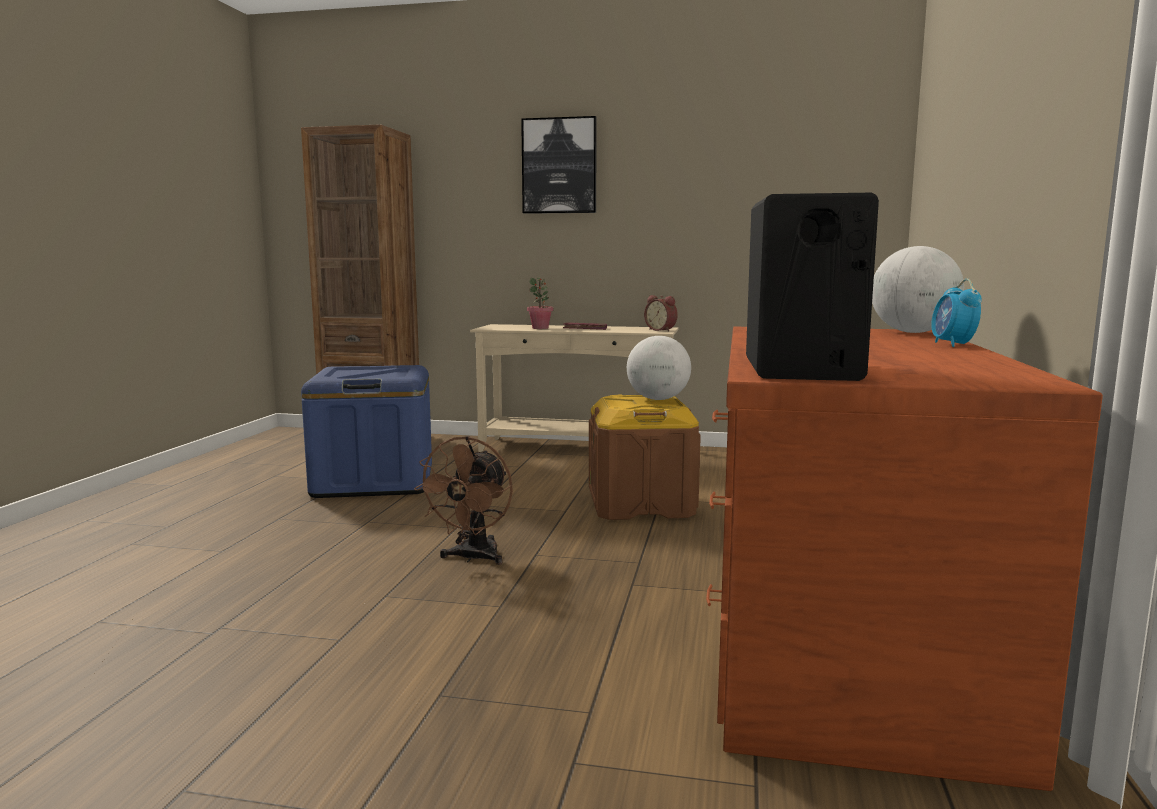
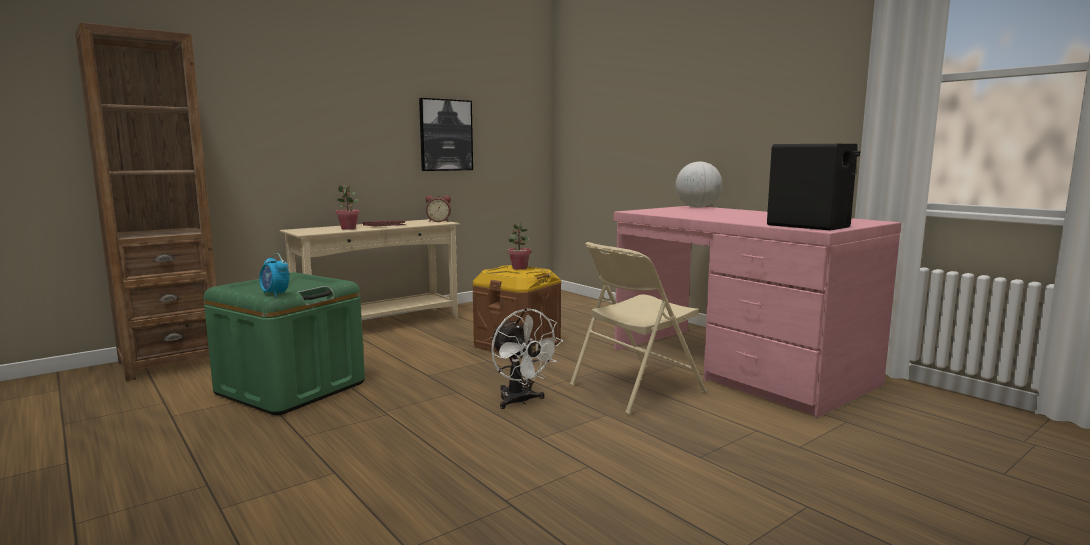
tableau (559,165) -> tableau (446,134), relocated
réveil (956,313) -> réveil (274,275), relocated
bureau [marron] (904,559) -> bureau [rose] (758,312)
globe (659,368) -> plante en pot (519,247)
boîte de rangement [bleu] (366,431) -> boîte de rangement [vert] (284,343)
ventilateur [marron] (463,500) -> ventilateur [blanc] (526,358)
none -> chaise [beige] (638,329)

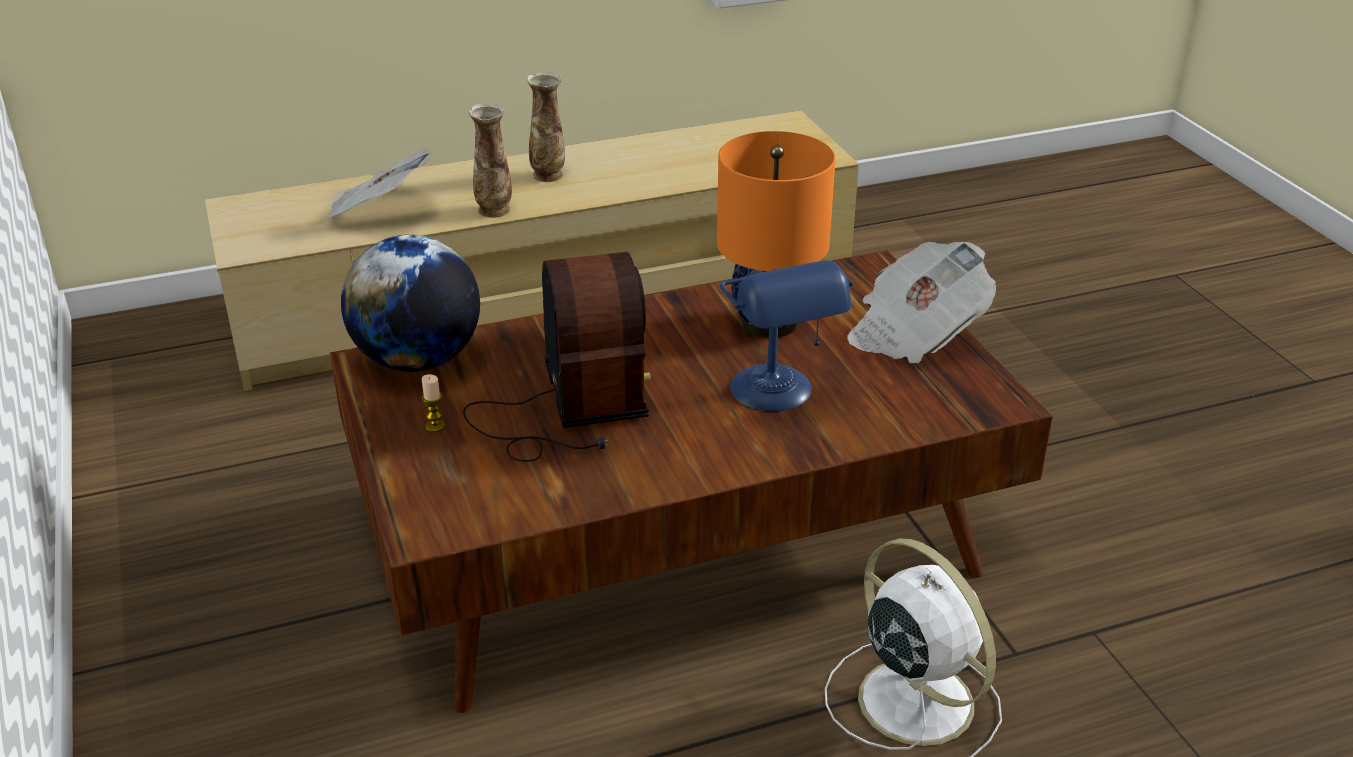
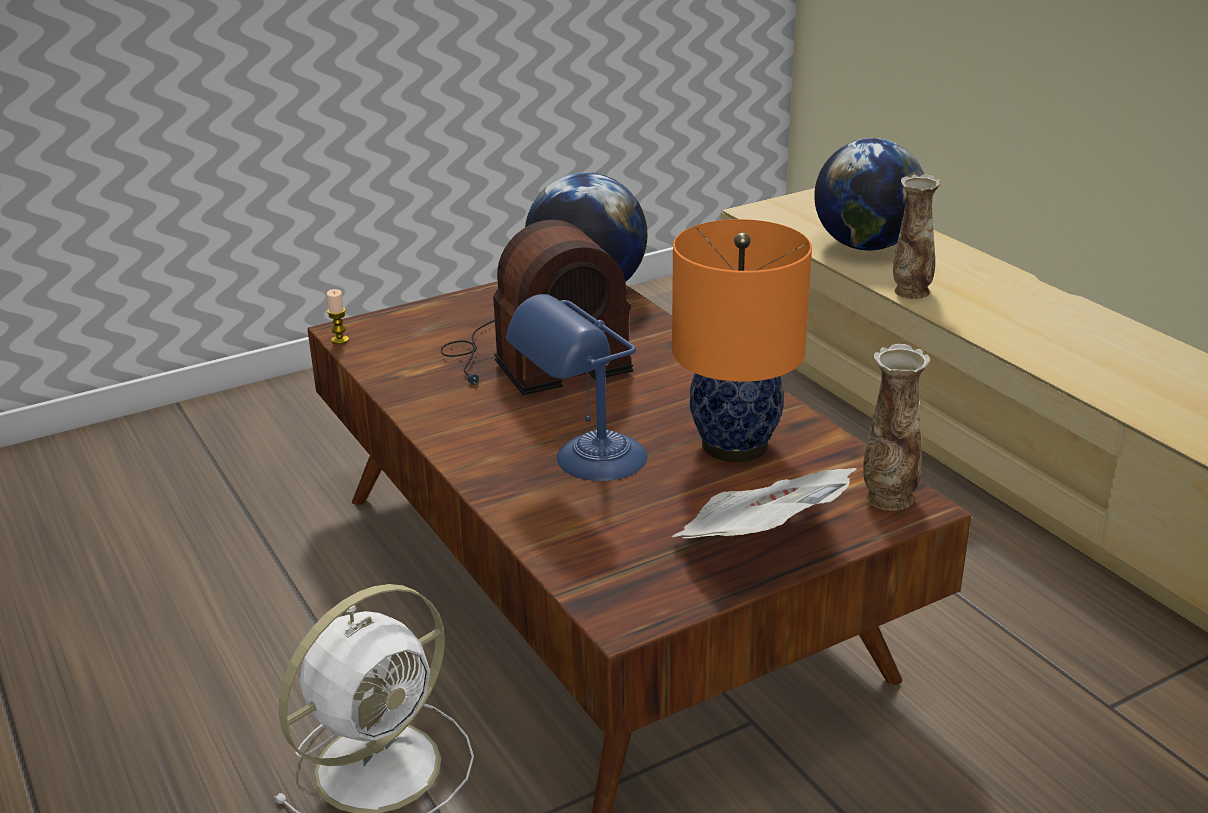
vase (546,127) -> vase (896,427), relocated
journal (378,184) -> globe (869,194)
bougie (433,403) -> bougie (338,316), relocated

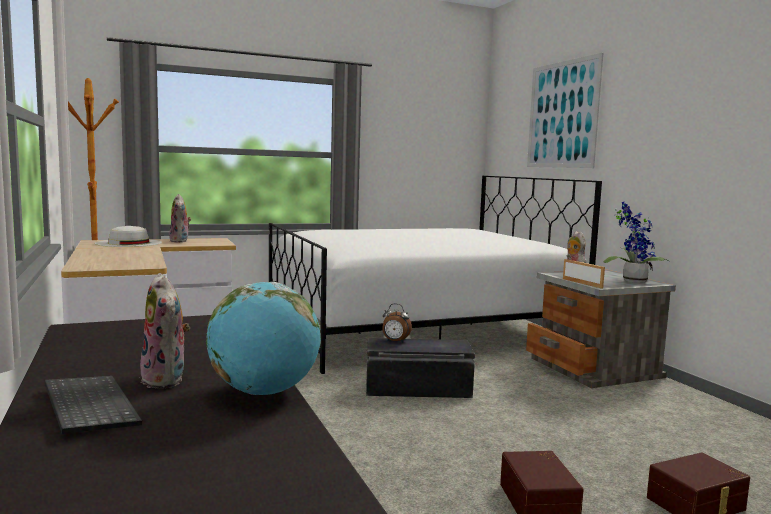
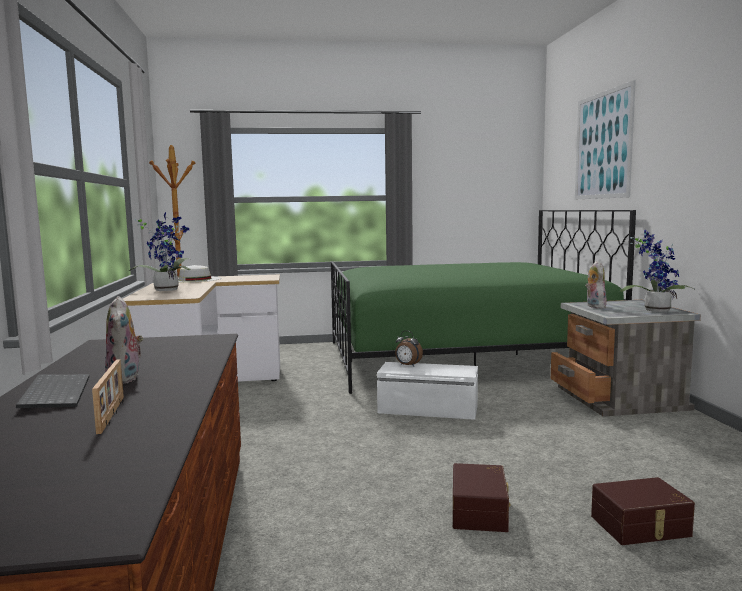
lit [blanc] (435,275) -> lit [vert] (483,302)
peluche (180,218) -> none
cadre photo (584,274) -> cadre photo (108,396), relocated
globe (263,338) -> none
boîte de rangement [noir] (420,368) -> boîte de rangement [blanc] (427,391)
none -> plante en pot (160,251)

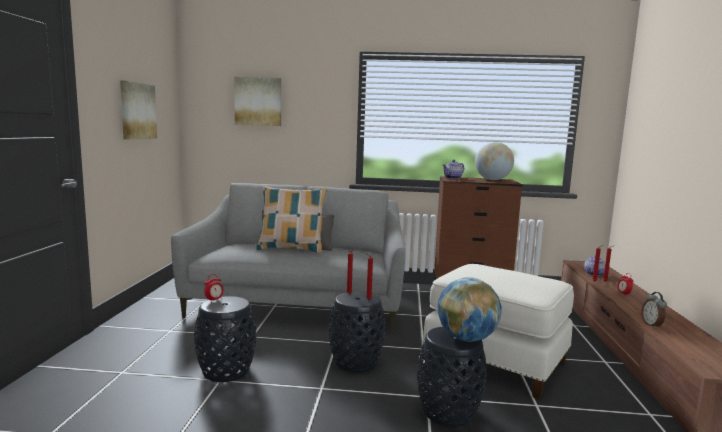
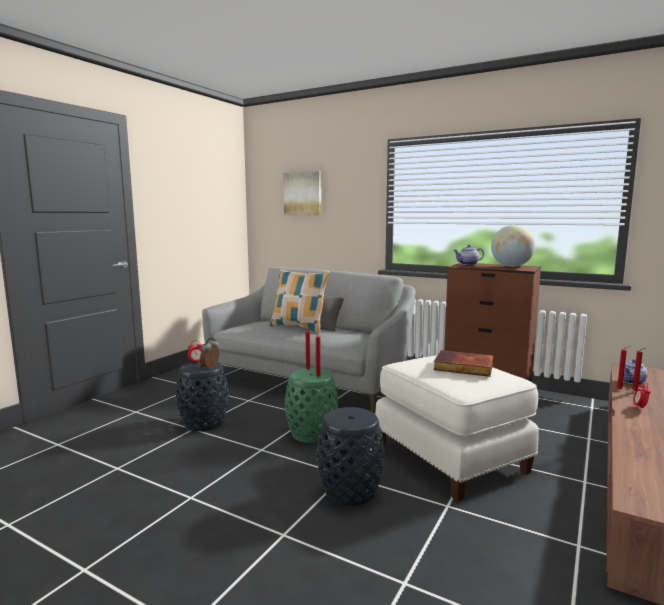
tableau (138,110) -> none
globe (469,309) -> none
tabouret [noir] (357,331) -> tabouret [vert] (311,405)
réveil (654,310) -> réveil (209,353), relocated
none -> livre (463,363)

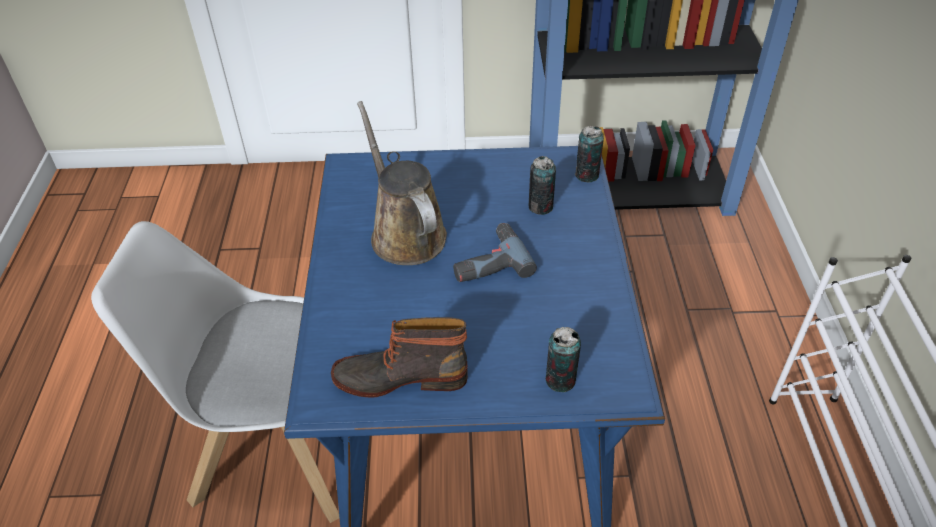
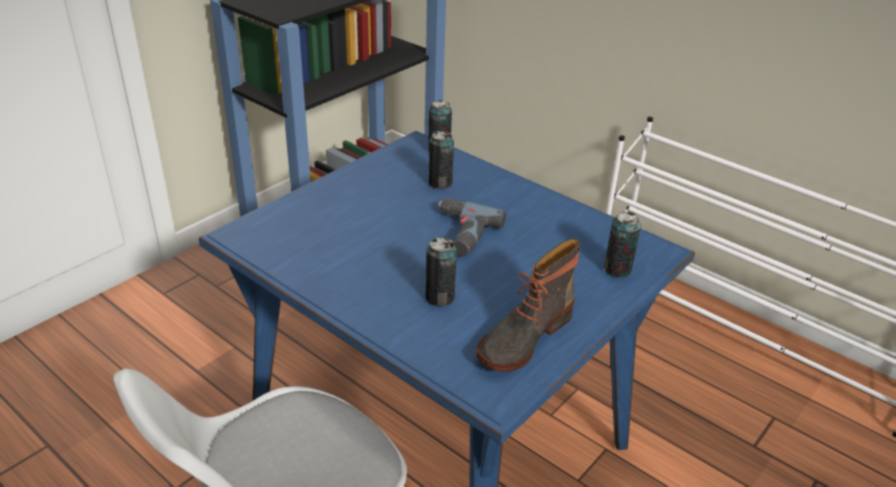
arrosoir [marron] (402,183) -> none
none -> boîte métallique (441,271)

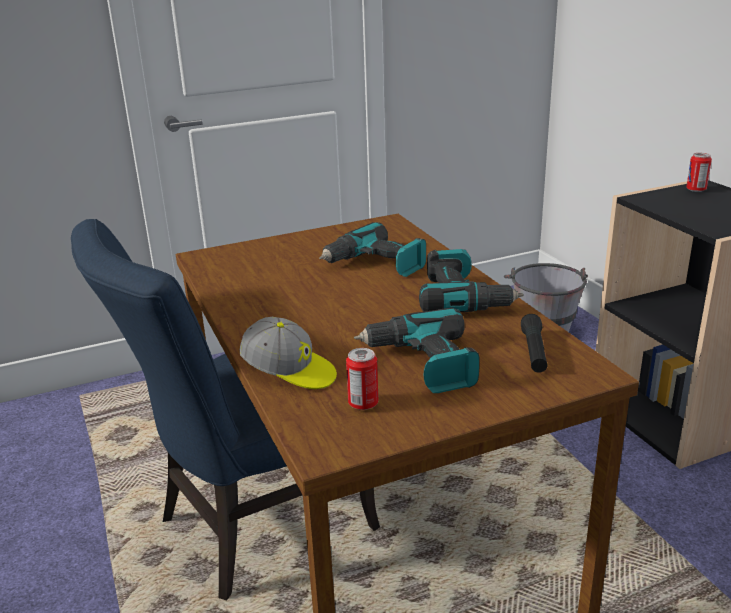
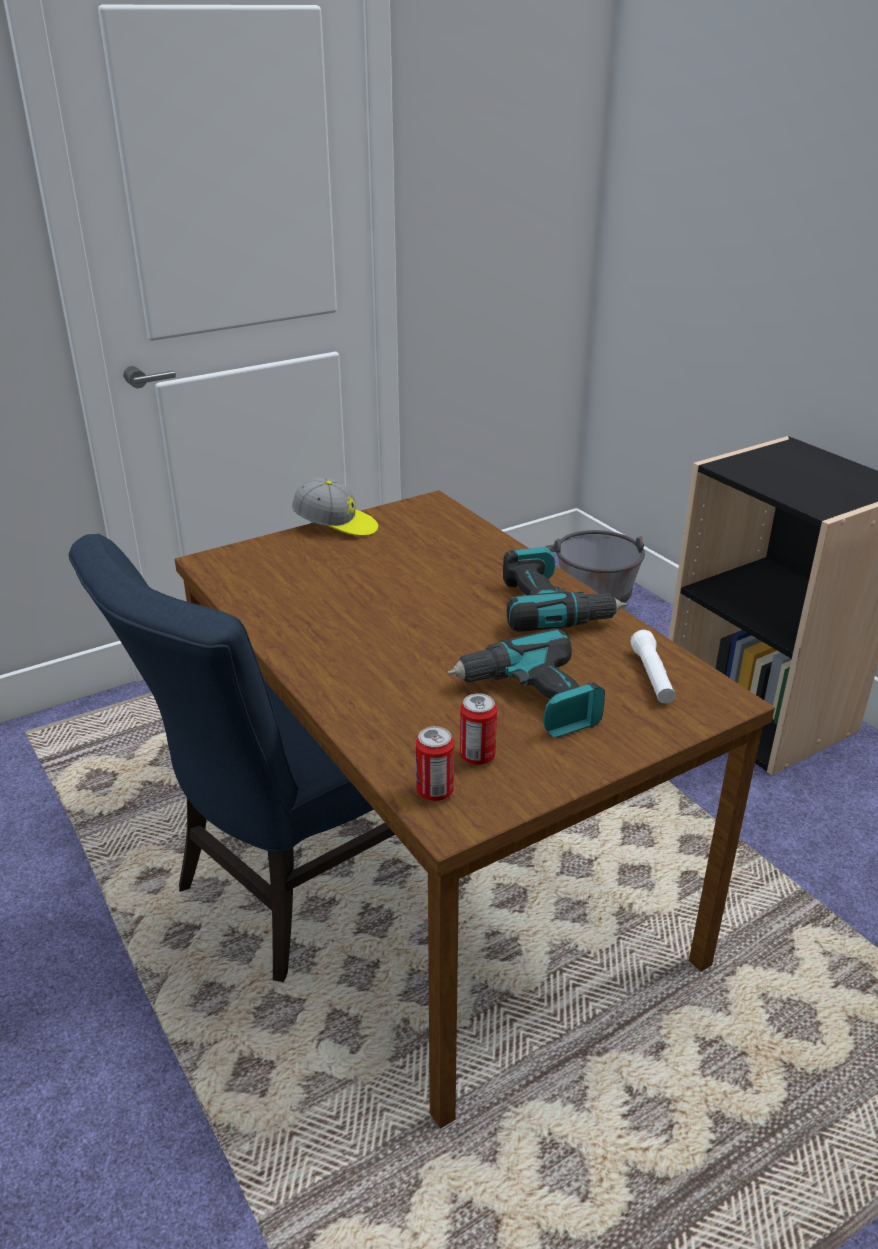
boîte métallique (699,172) -> boîte métallique (435,763), relocated
perceuse (372,249) -> none
lampe de poche [noir] (534,343) -> lampe de poche [blanc] (653,667)
casquette (288,353) -> casquette (335,506), relocated

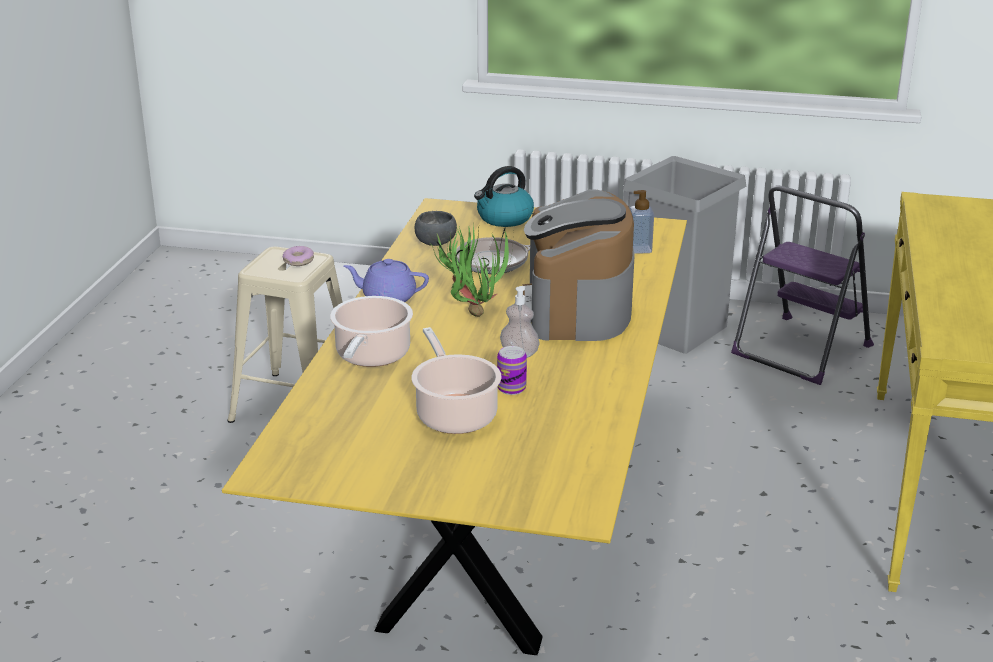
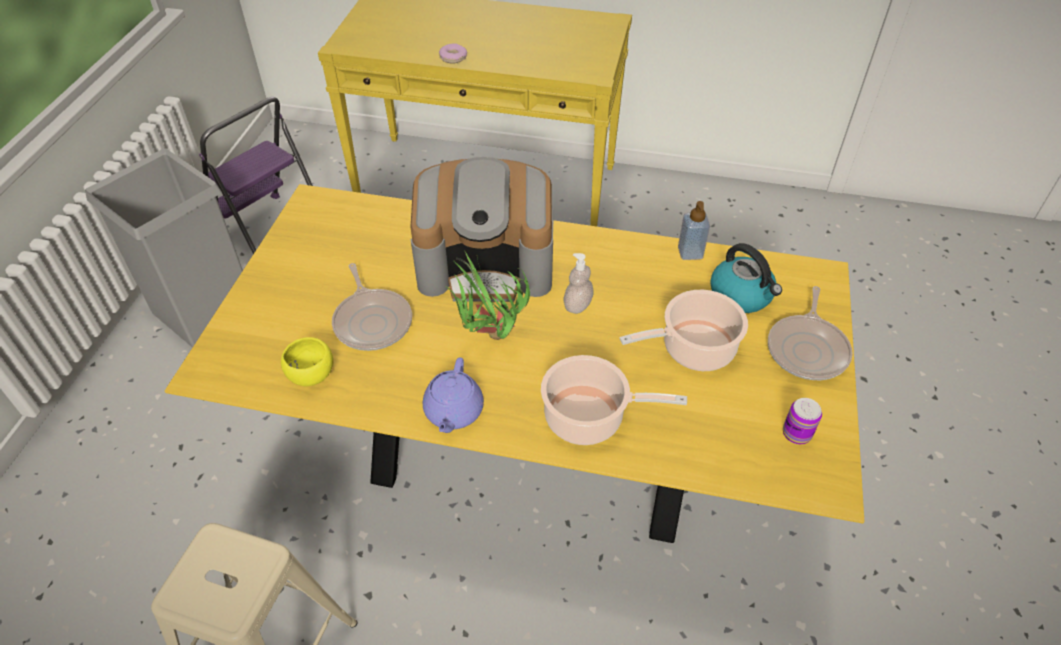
bouilloire (504,196) -> bouilloire (746,278), relocated
distributeur de savon (641,222) -> distributeur de savon (694,230), relocated
bol [gris] (436,228) -> bol [jaune] (307,361)
beignet (298,256) -> beignet (453,54), relocated
boîte métallique (512,370) -> boîte métallique (802,421), relocated
none -> poêle (810,333)

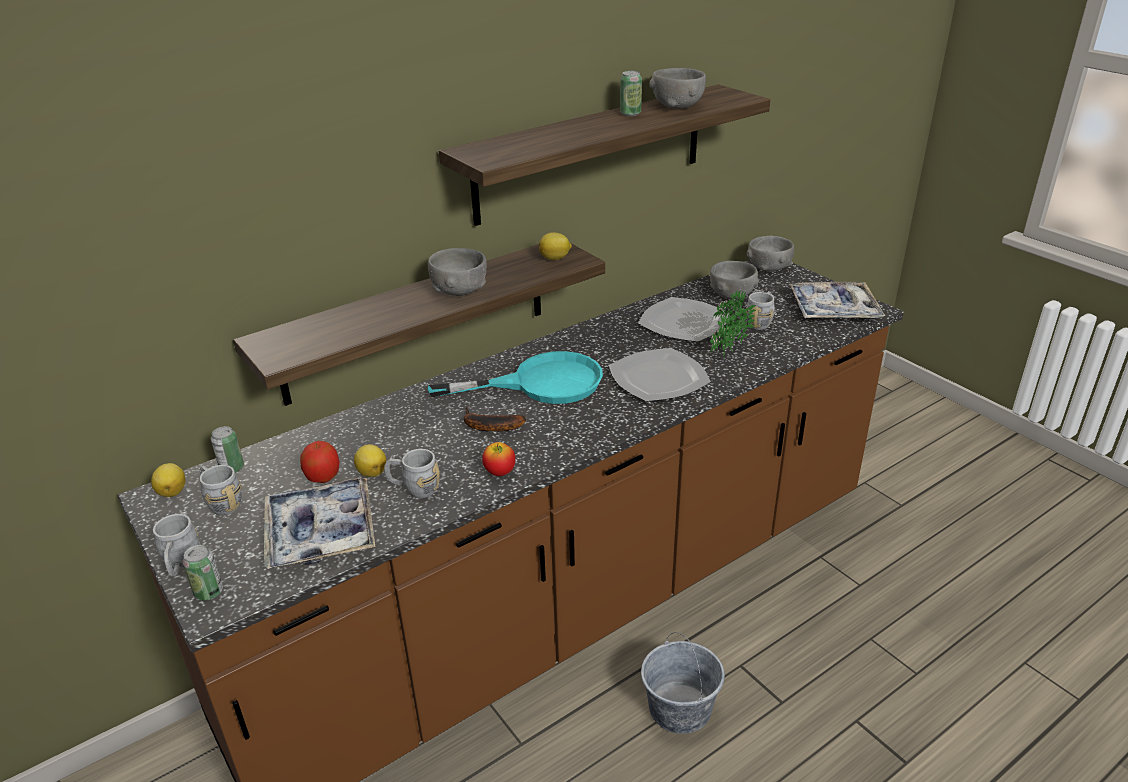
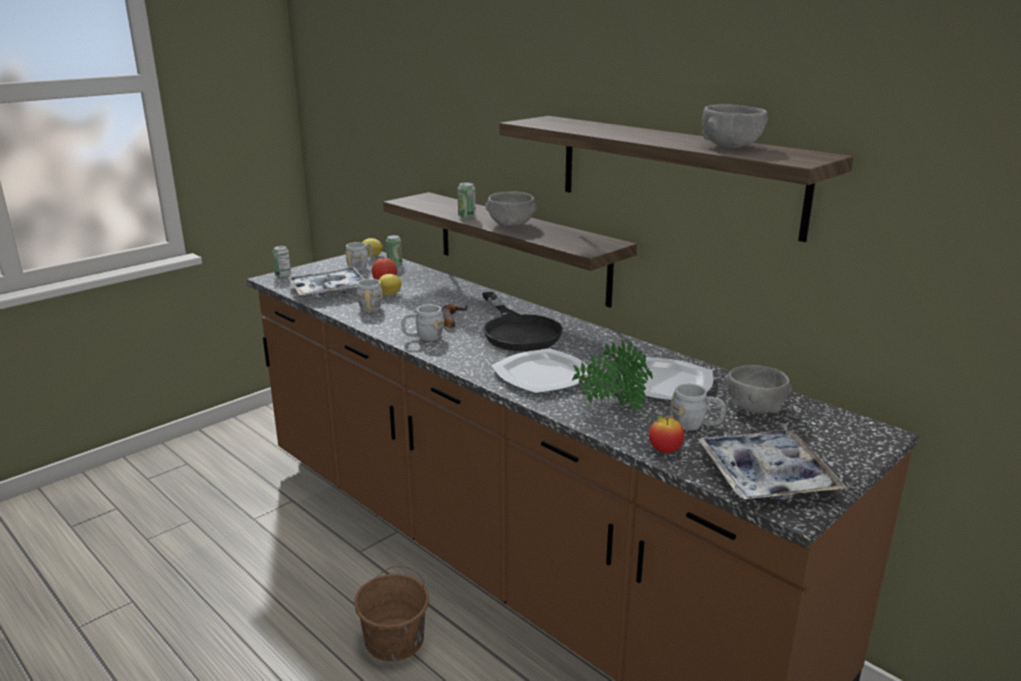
boîte métallique (631,93) -> boîte métallique (466,201), relocated
citron (555,246) -> none
bol [gris] (770,253) -> none
poêle [turquoise] (515,377) -> poêle [noir] (522,321)
pomme (499,459) -> pomme (666,434), relocated
mug [gris] (176,545) -> mug [gris] (422,323), relocated
seau [gris] (683,683) -> seau [marron] (391,613)

